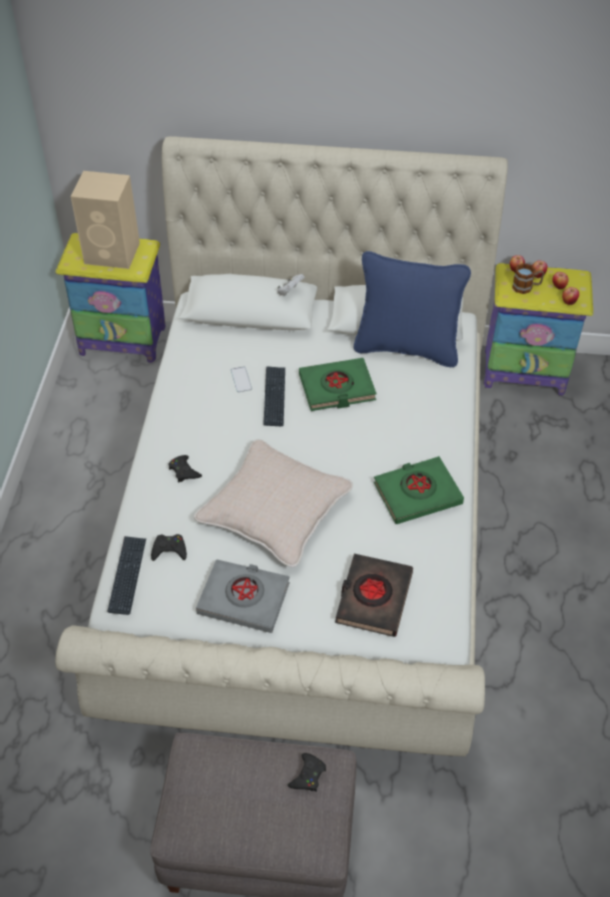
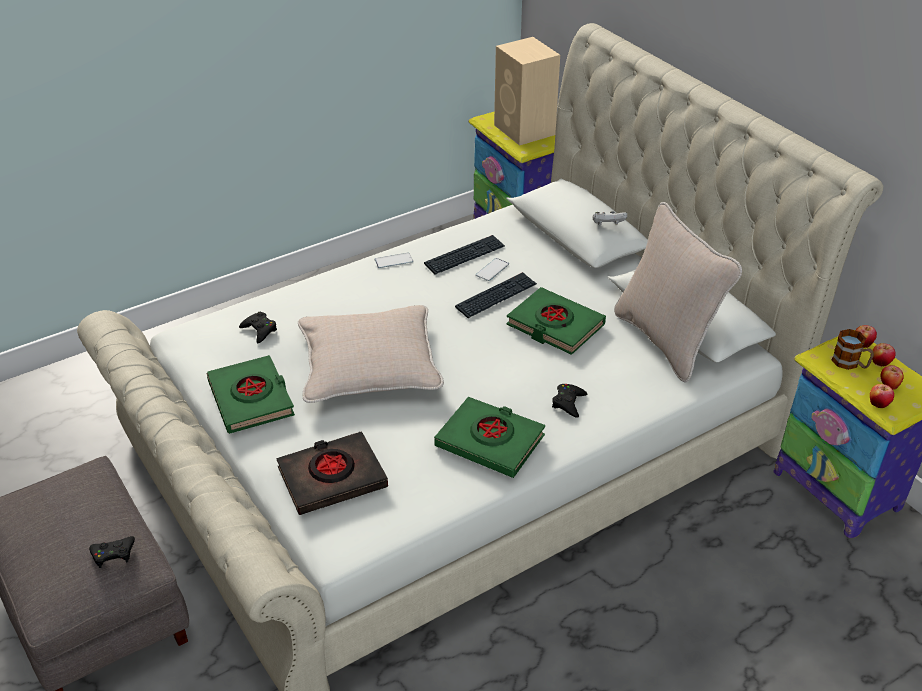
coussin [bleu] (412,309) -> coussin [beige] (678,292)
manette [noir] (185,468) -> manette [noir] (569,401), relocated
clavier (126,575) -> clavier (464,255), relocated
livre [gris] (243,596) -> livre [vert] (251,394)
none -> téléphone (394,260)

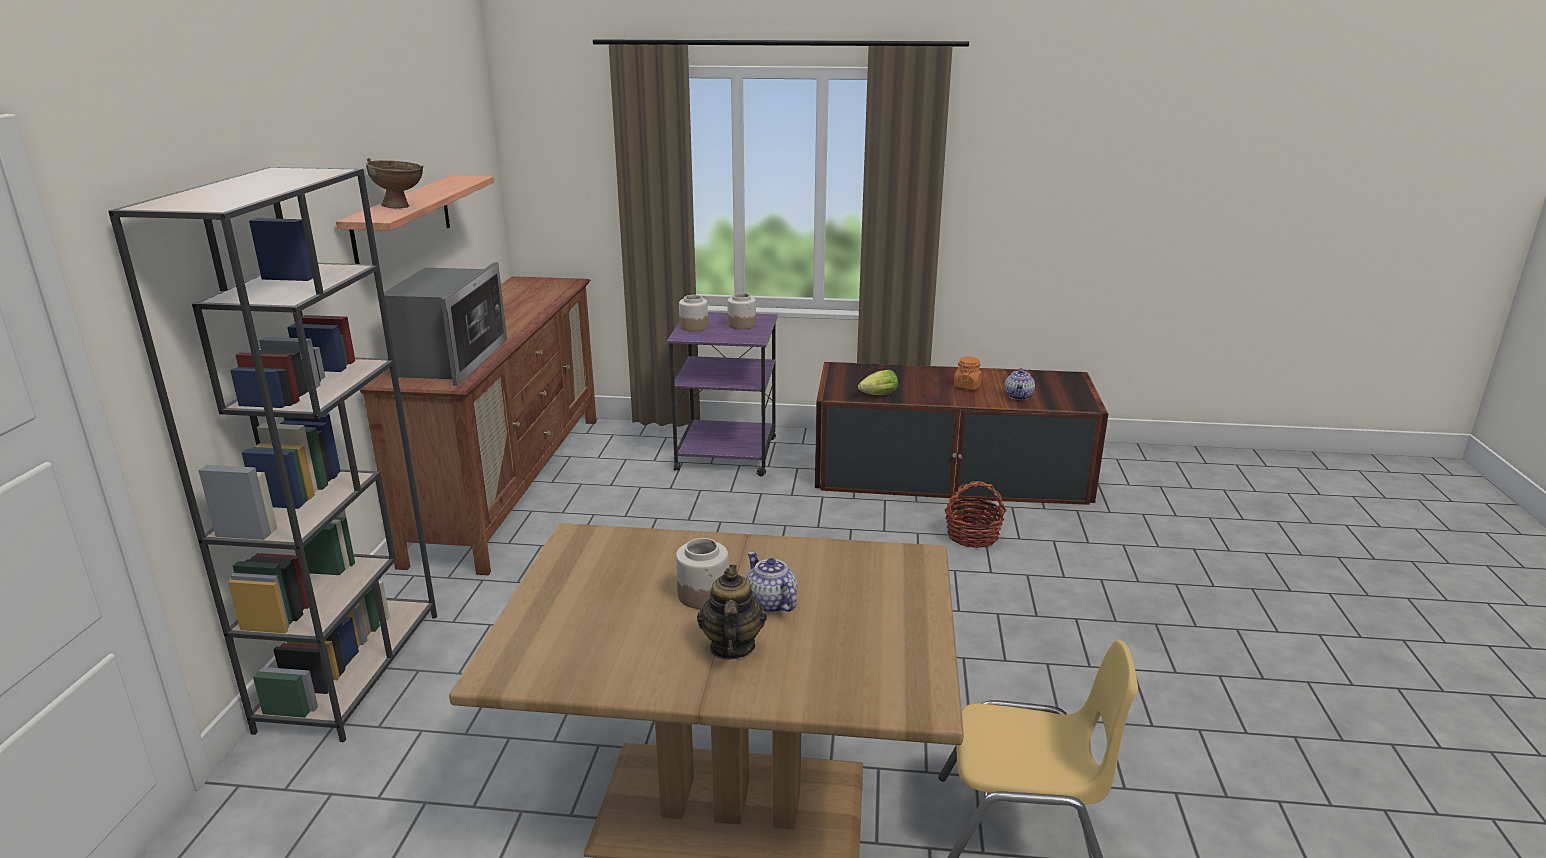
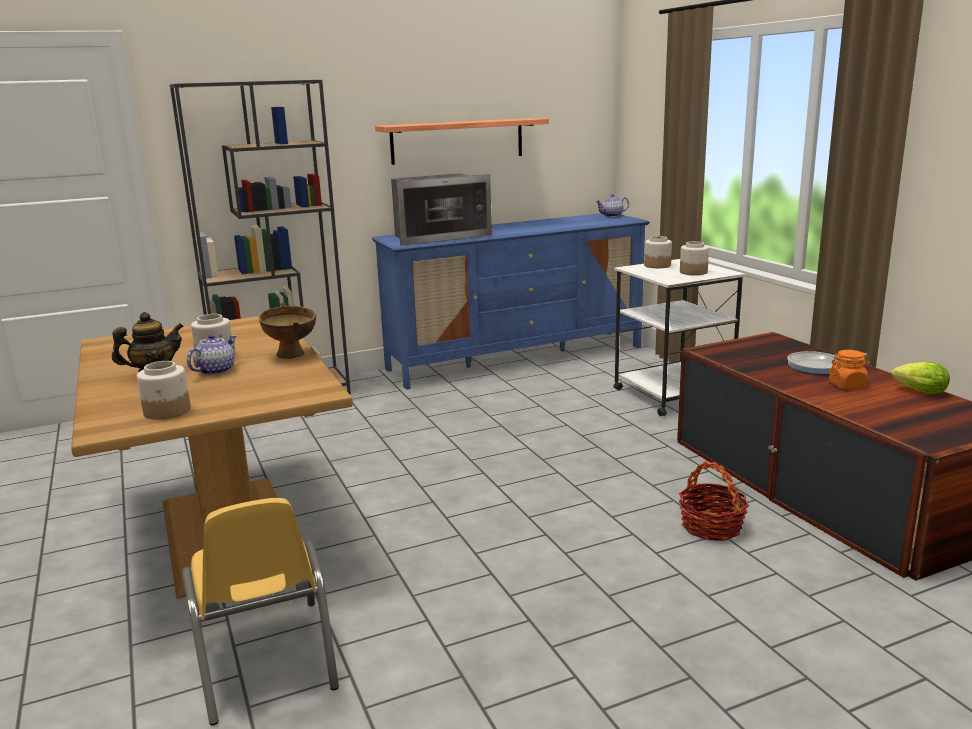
bol [marron] (394,183) -> bol [marron] (287,331), relocated
commode [marron] (478,425) -> commode [bleu] (511,301)
chariot [violet] (722,394) -> chariot [blanc] (679,337)
théière (1020,384) -> théière (612,205), relocated
laitue (878,382) -> laitue (920,378), relocated
none -> poêle (827,362)
none -> bocal (164,390)

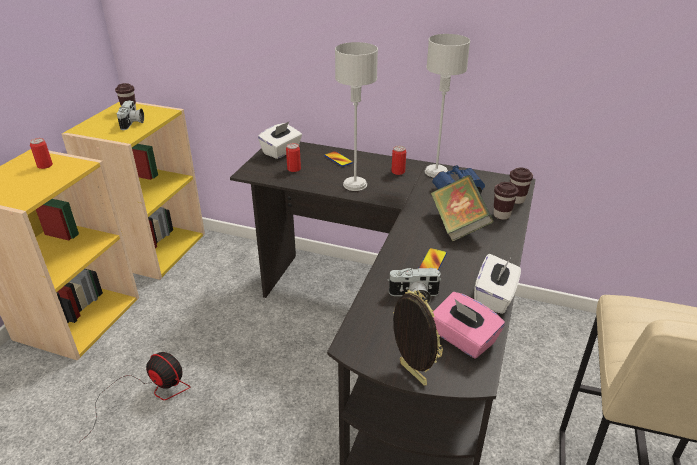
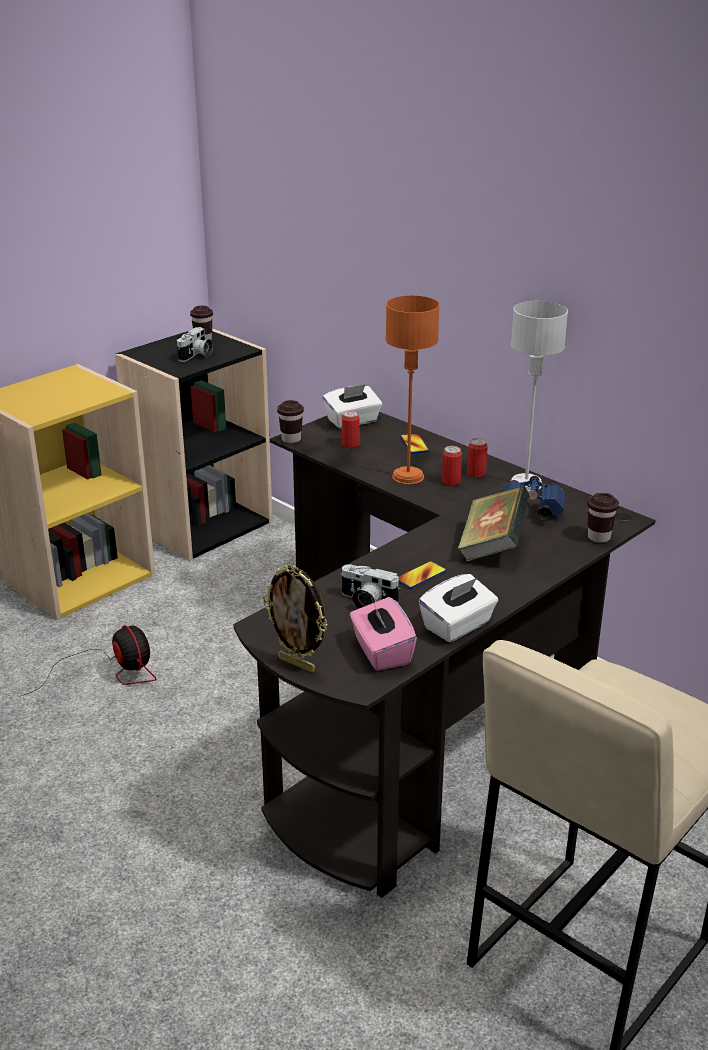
lampe de table [gris] (356,116) -> lampe de table [orange] (413,390)
bibliothèque [jaune] (133,191) -> bibliothèque [noir] (194,444)
boîte métallique (41,153) -> boîte métallique (452,466), relocated
tasse [marron] (506,201) -> tasse [marron] (290,421), relocated
cadre photo (418,338) -> cadre photo (295,618), 135 degrees clockwise

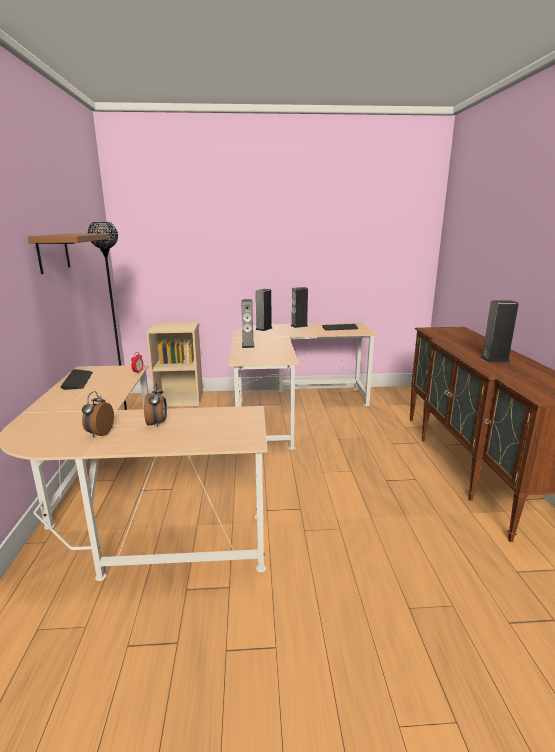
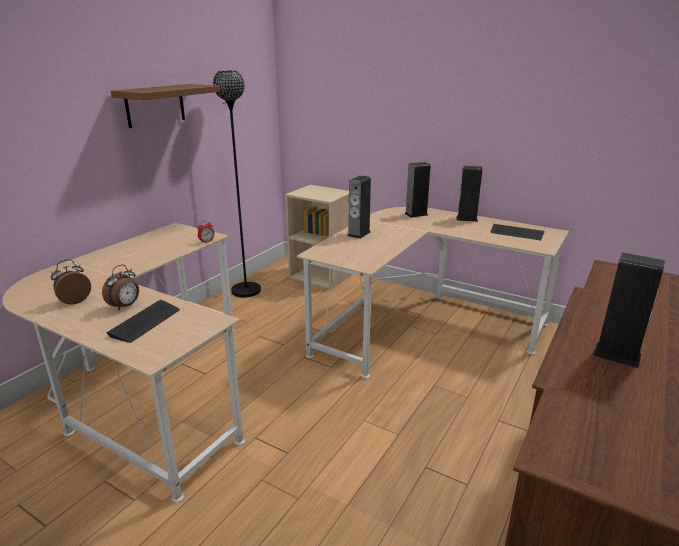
clavier (77,379) -> clavier (143,321), relocated

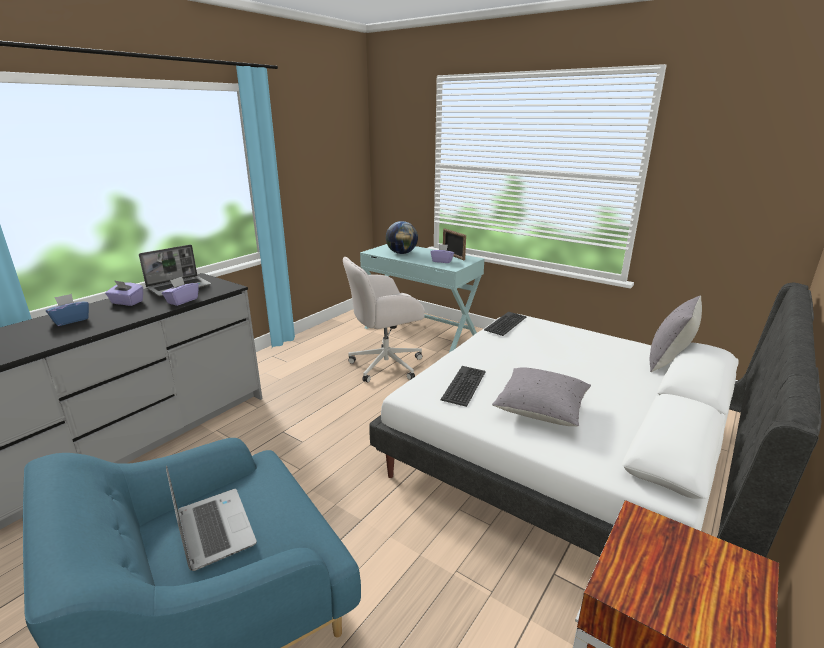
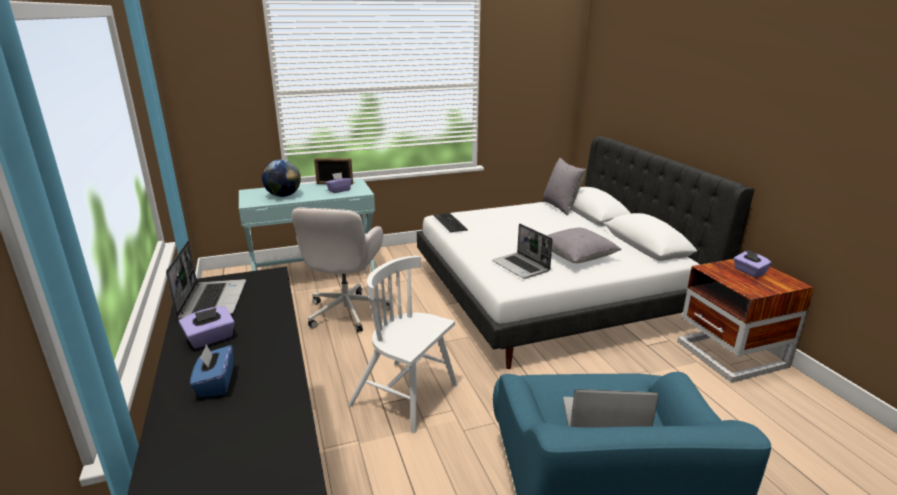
boîte à mouchoirs [violet] (180,291) -> boîte à mouchoirs [violet] (753,263), relocated
clavier (463,386) -> ordinateur portable (522,251)
none -> chaise [blanc] (402,344)

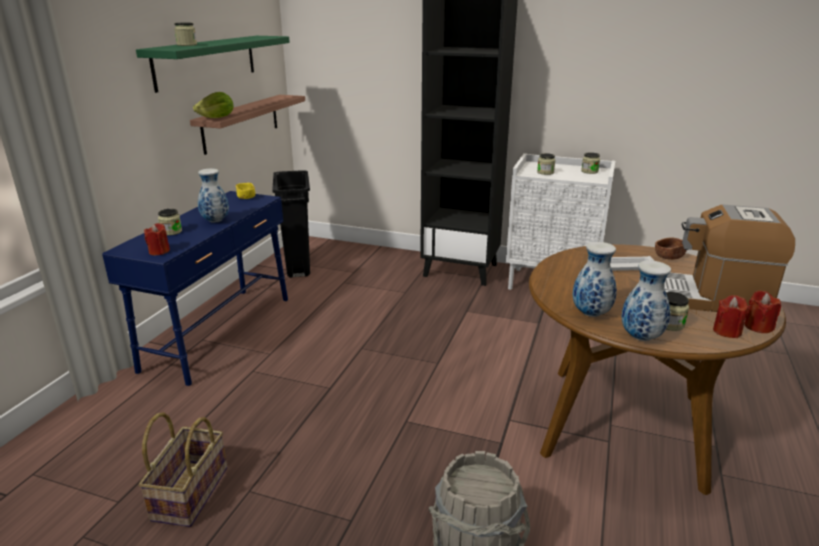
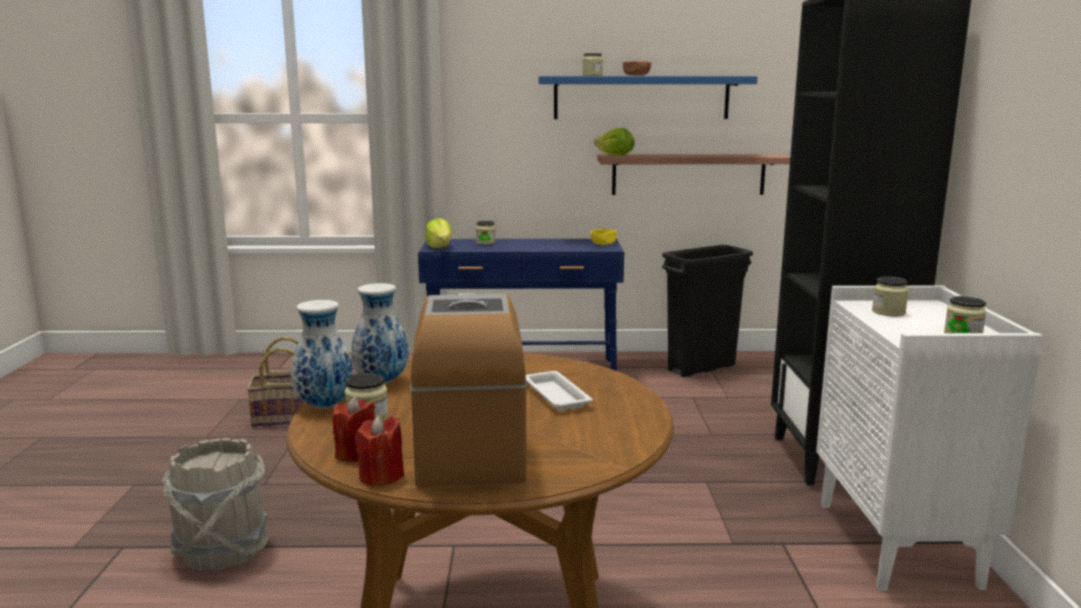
étagère [vert] (213,64) -> étagère [bleu] (648,97)
vase (213,195) -> none
bougie [rouge] (157,239) -> laitue (438,233)
bol [marron] (671,248) -> bol [marron] (637,68), relocated

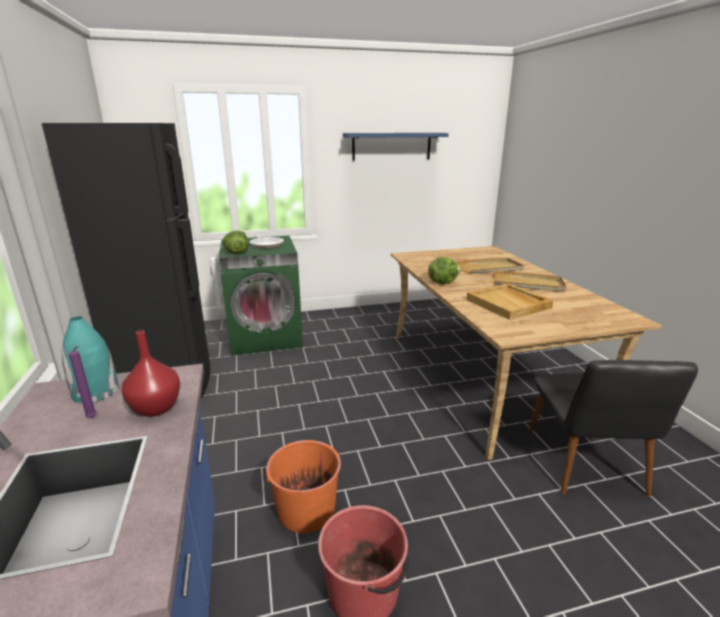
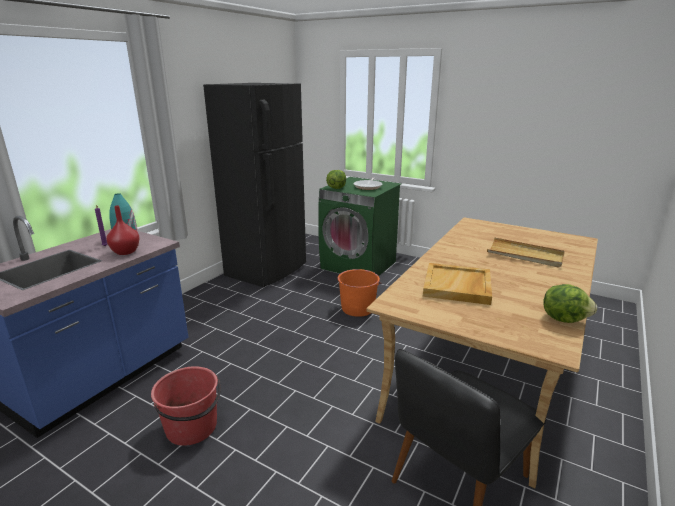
étagère [bleu] (396,147) -> none
laitue (444,270) -> laitue (570,303), relocated
plateau [beige] (529,281) -> none
seau [orange] (302,486) -> seau [orange] (359,293), relocated

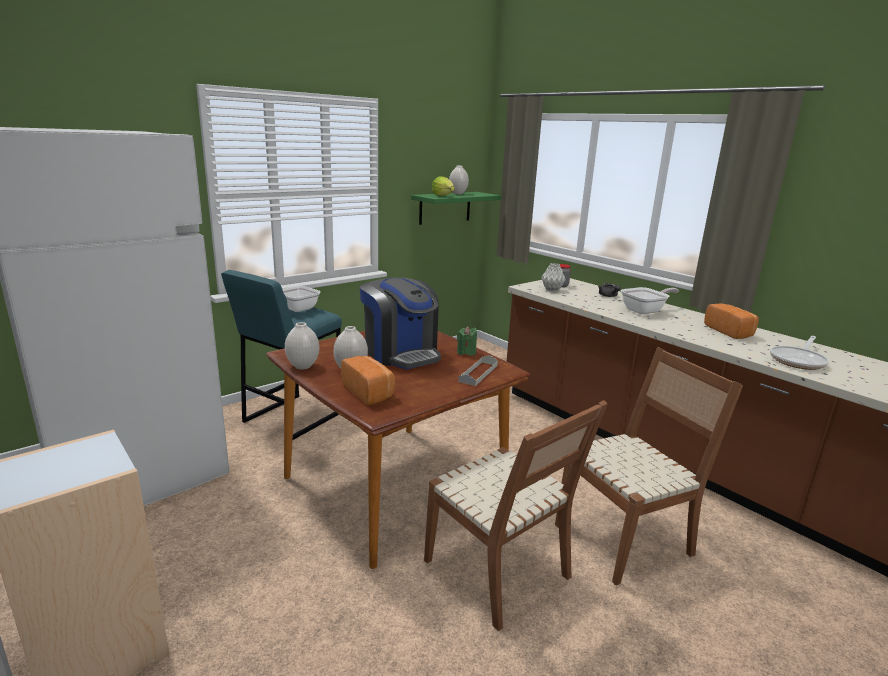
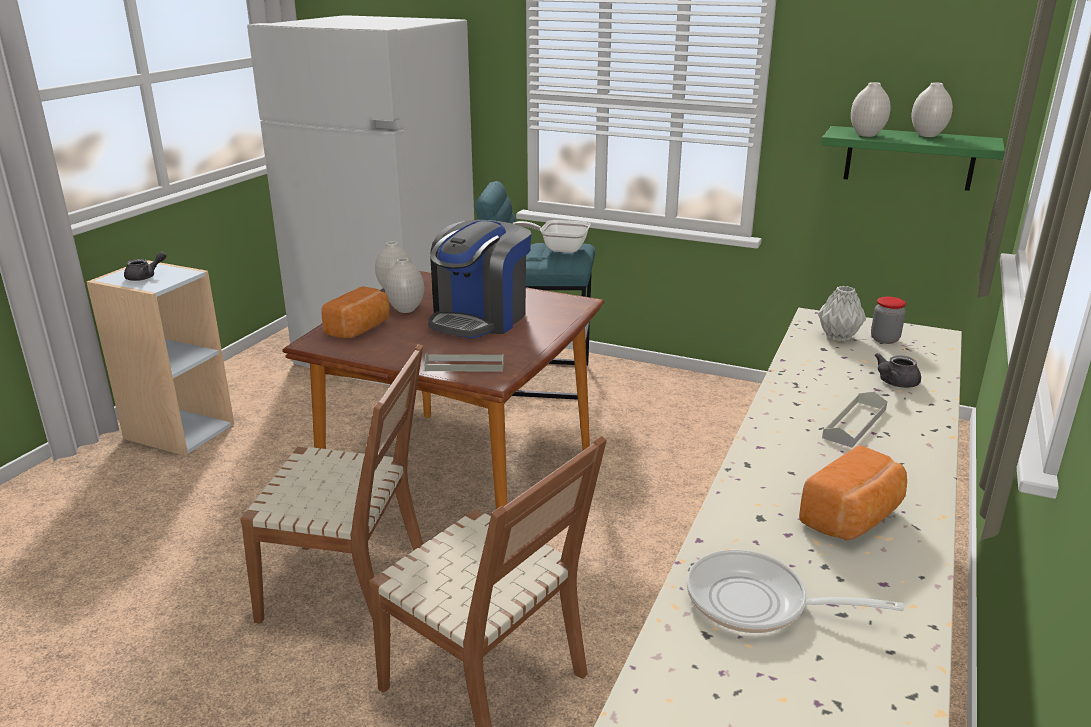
laitue (443,186) -> vase [blanc] (871,109)
poêle (650,300) -> plateau [gris] (854,420)
bougie [vert] (467,341) -> none
chaise (516,515) -> chaise (331,490), 105 degrees counterclockwise
none -> théière [gris] (145,266)

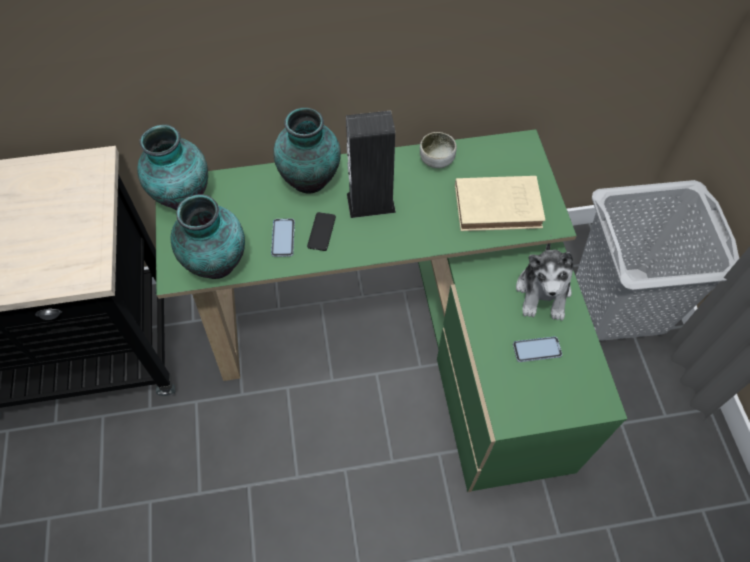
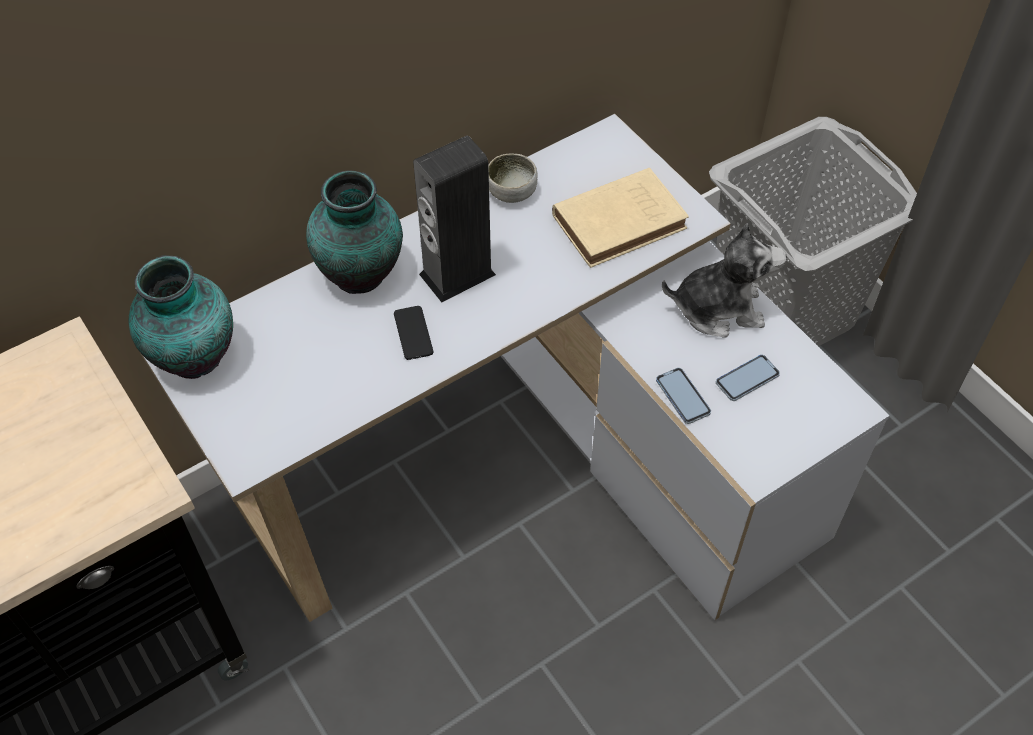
bureau [vert] (391,310) -> bureau [blanc] (514,368)
vase (208,236) -> none
téléphone (283,238) -> téléphone (683,396), relocated
peluche (544,282) -> peluche (724,280), 75 degrees counterclockwise

